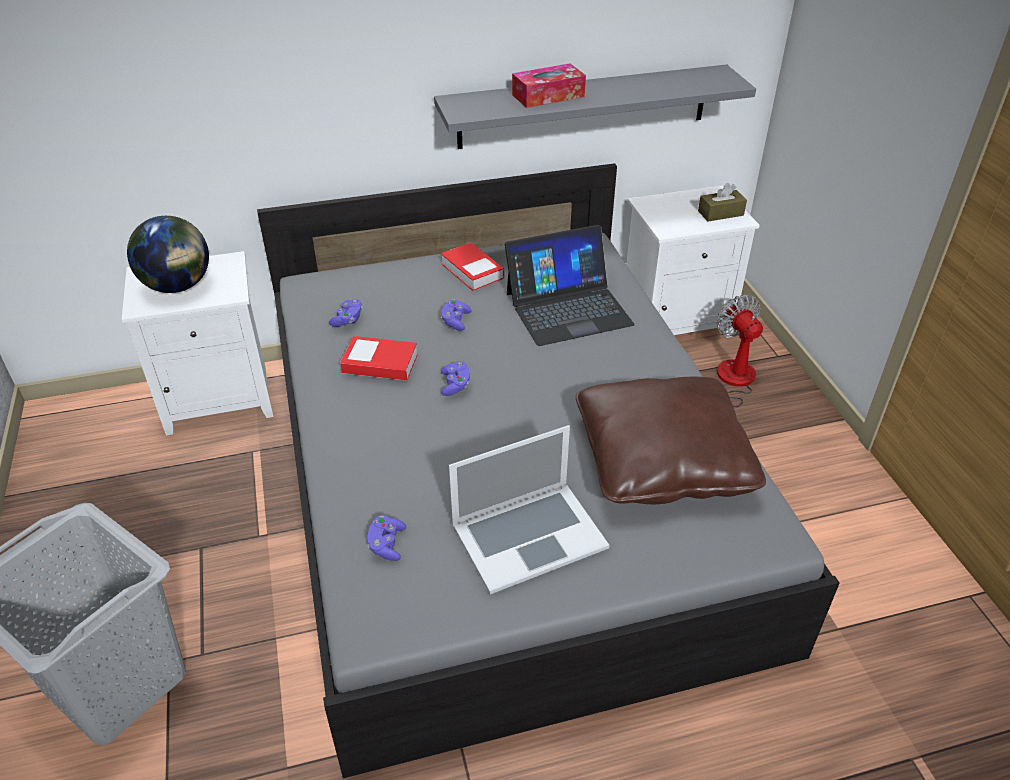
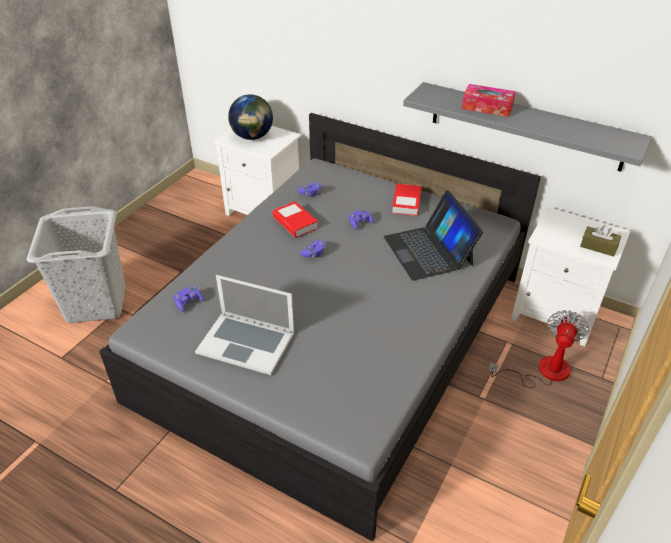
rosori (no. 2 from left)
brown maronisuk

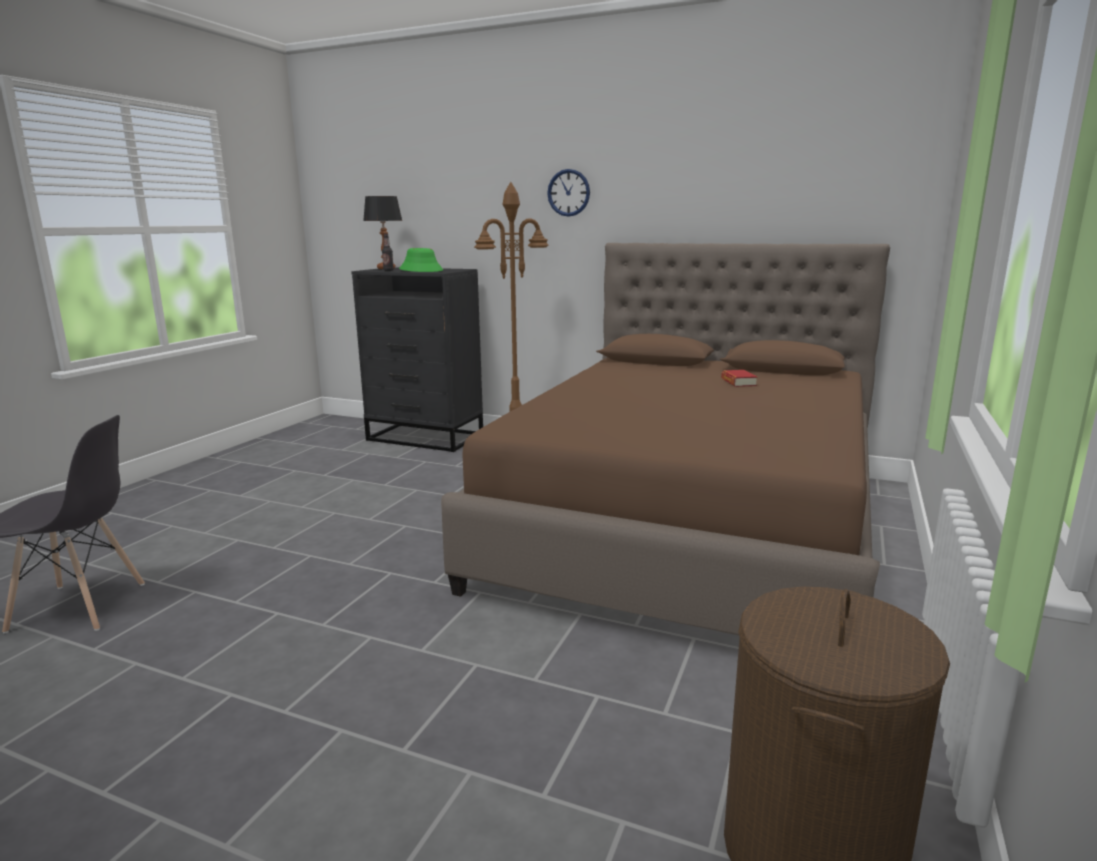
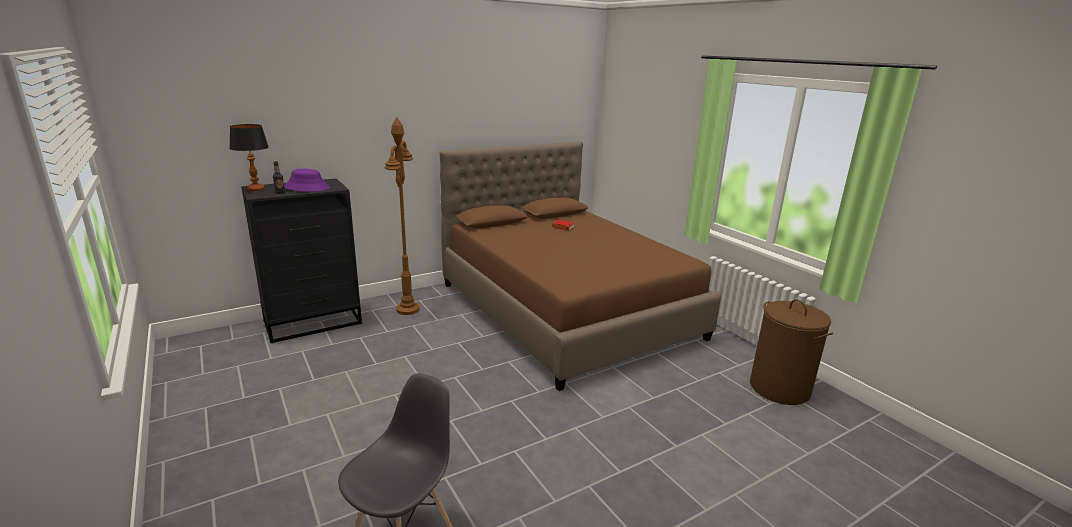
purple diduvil
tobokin

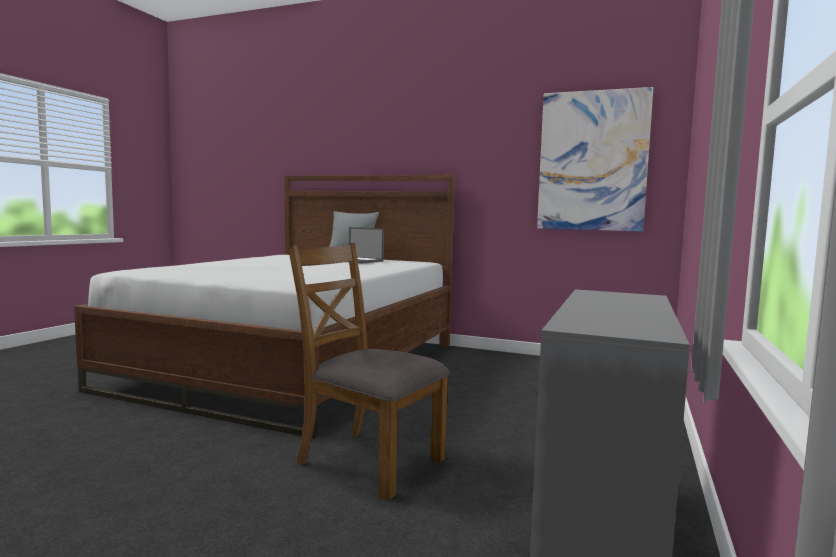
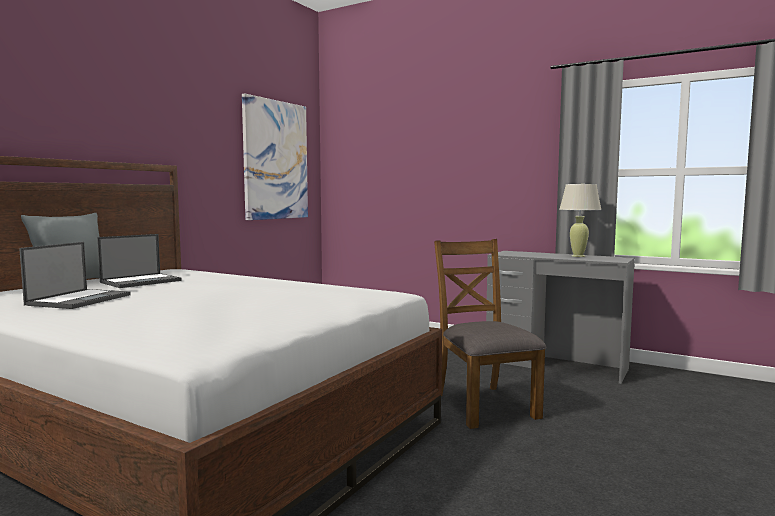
rosori (no. 1 from left)
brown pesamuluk
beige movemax

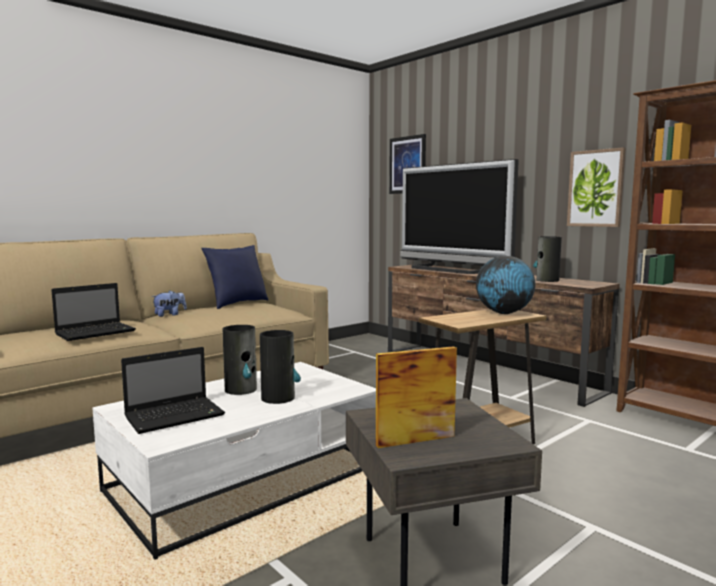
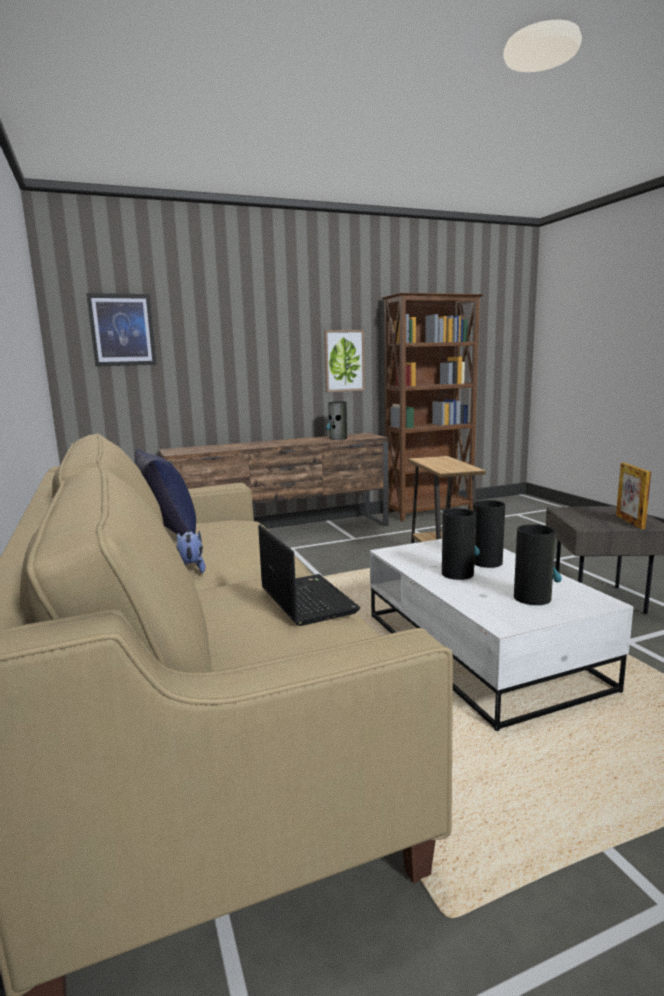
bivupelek (no. 4 from left)
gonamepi
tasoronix

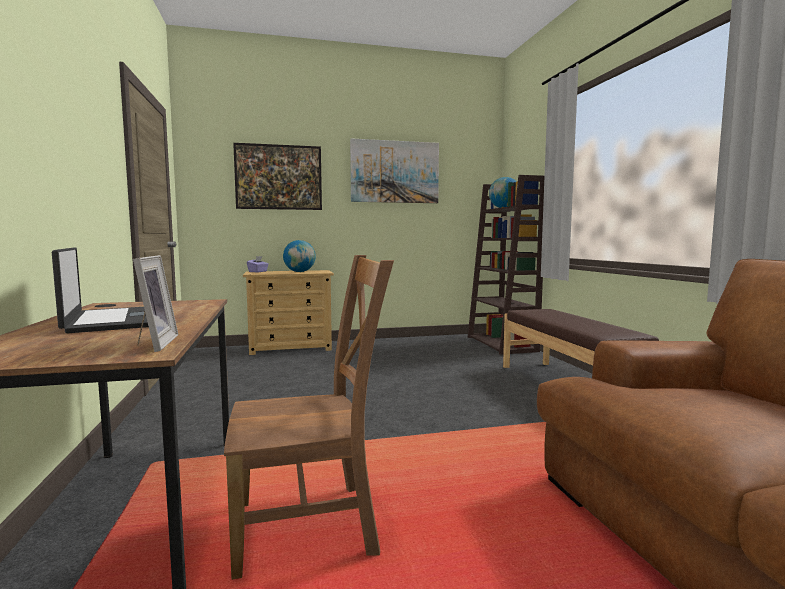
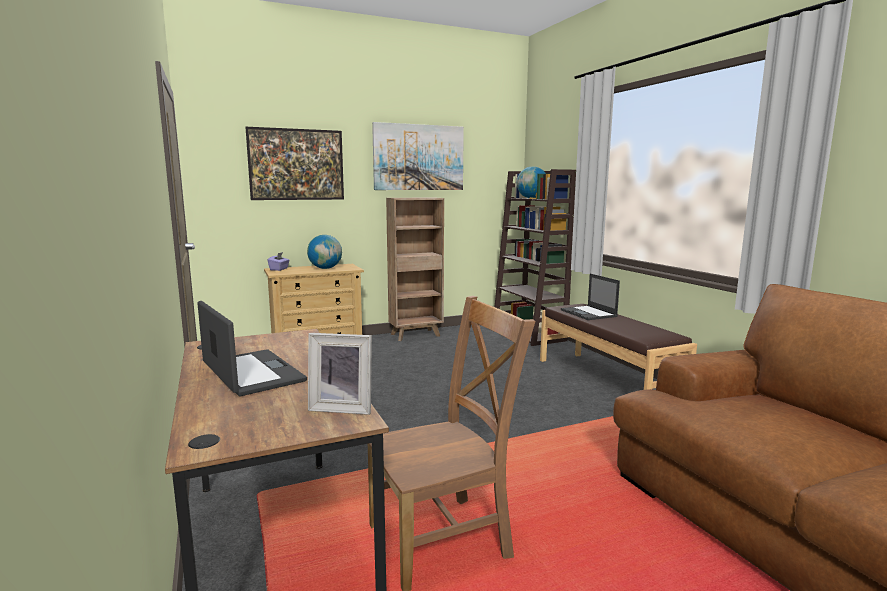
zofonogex
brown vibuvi (no. 1 from left)
rosori (no. 2 from left)

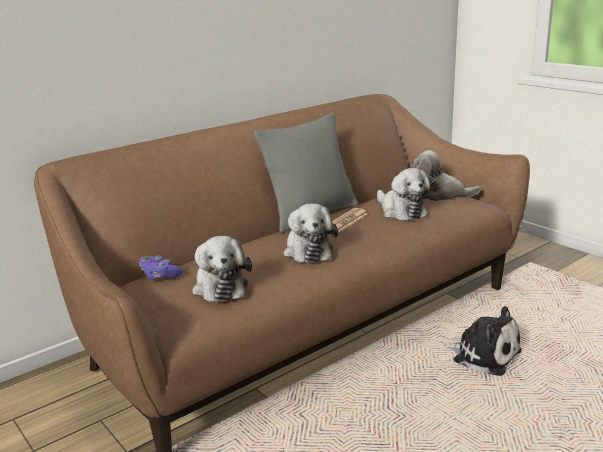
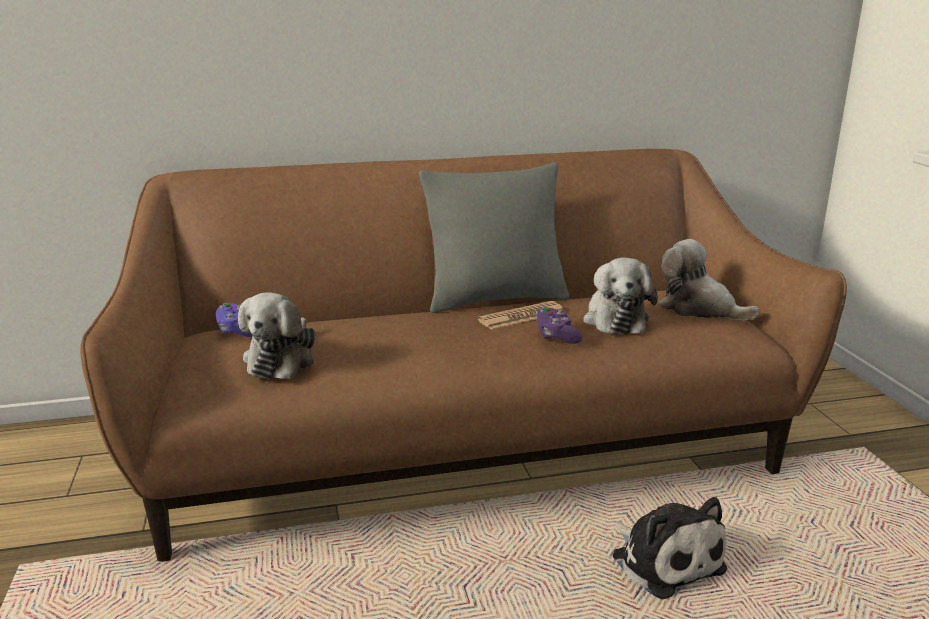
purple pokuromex (no. 2 from left)
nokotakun (no. 2 from left in the first image)

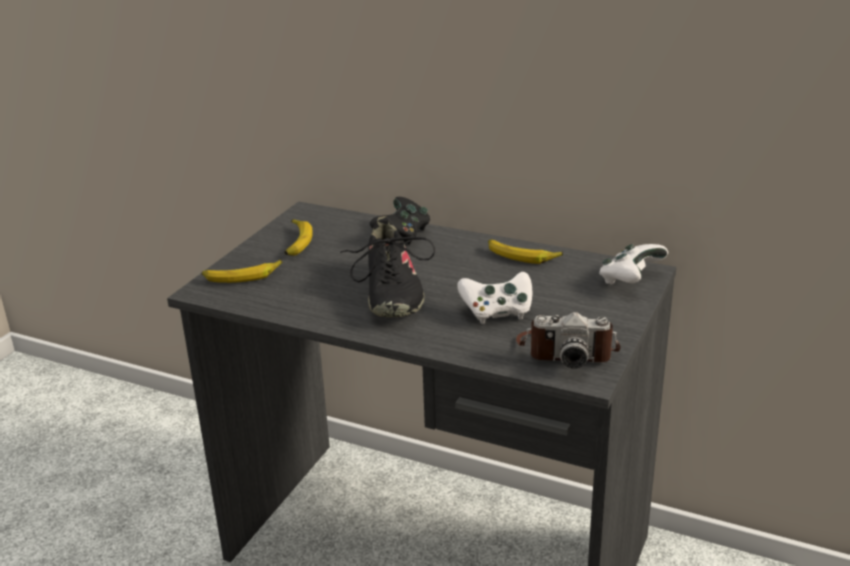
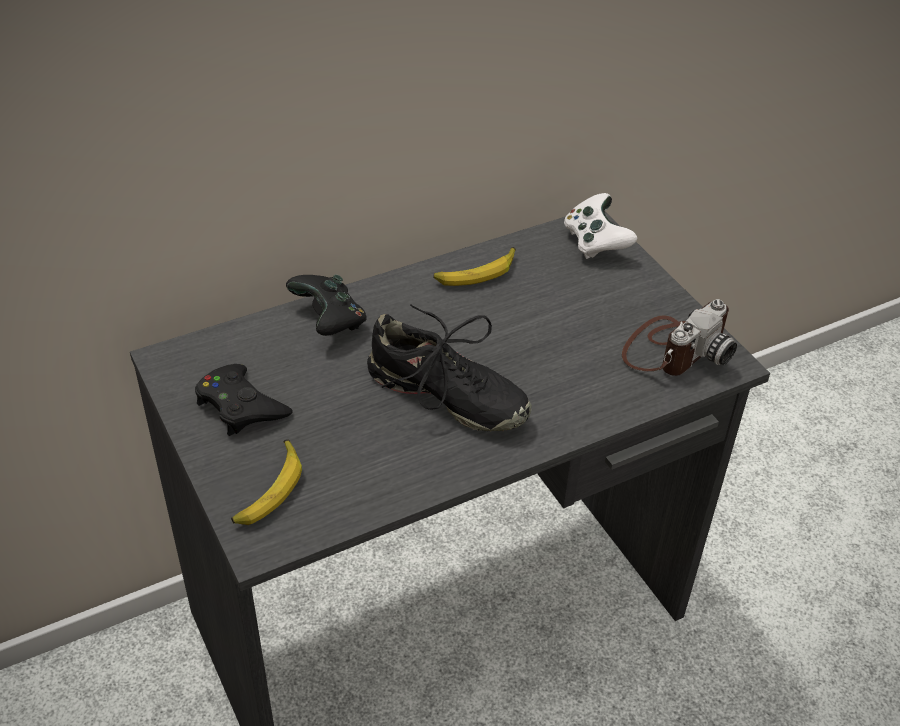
black pokuromex (no. 1 from left)
white pokuromex (no. 1 from left in the first image)

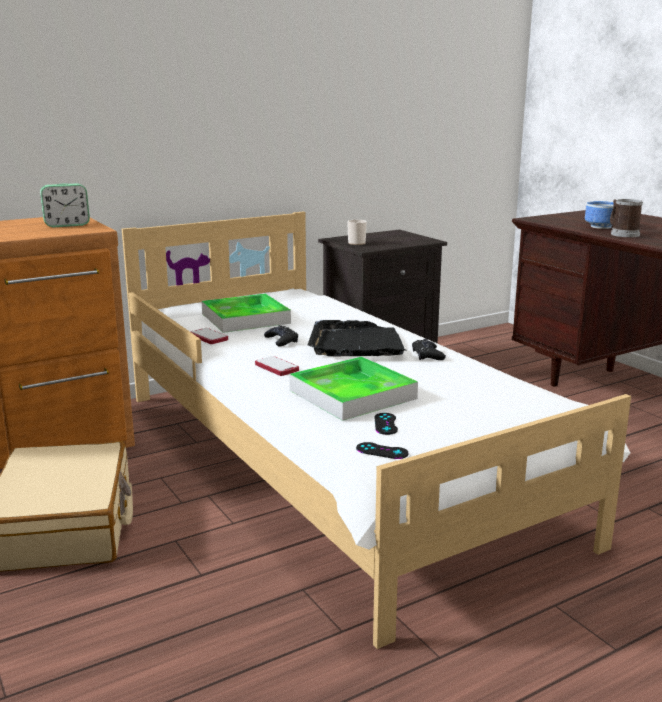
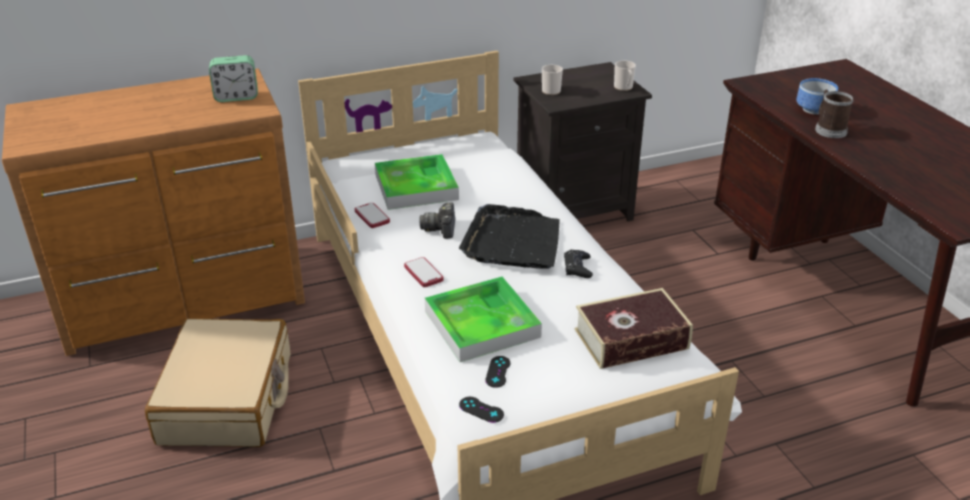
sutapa
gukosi
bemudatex (no. 2 from left)

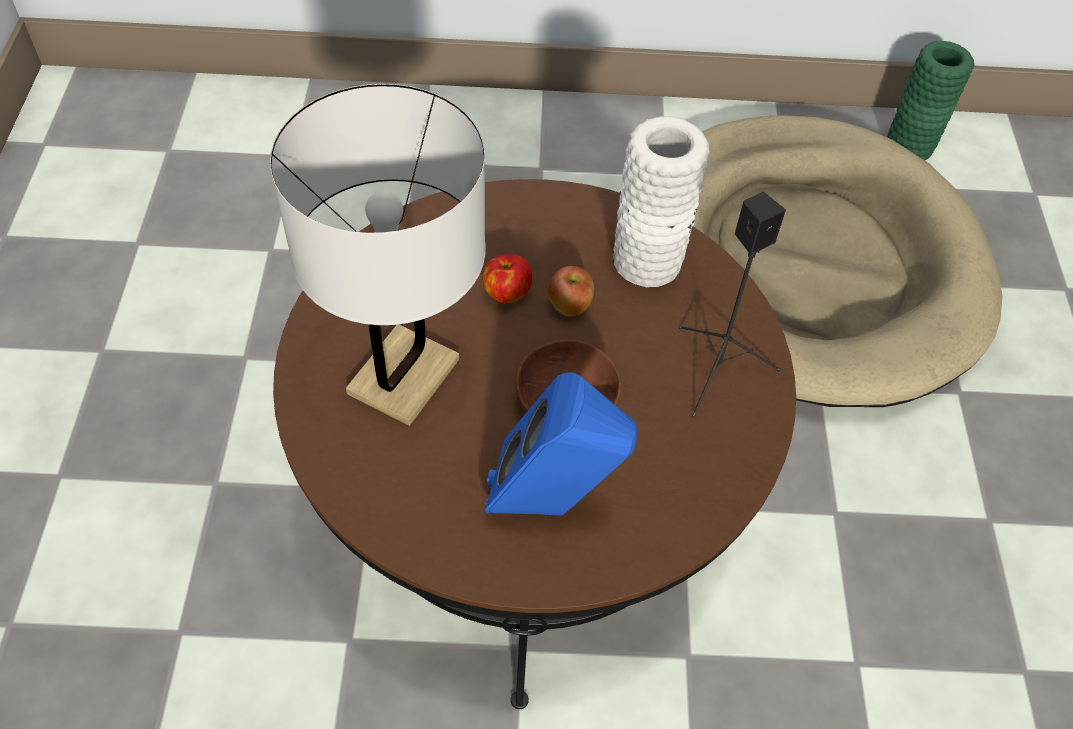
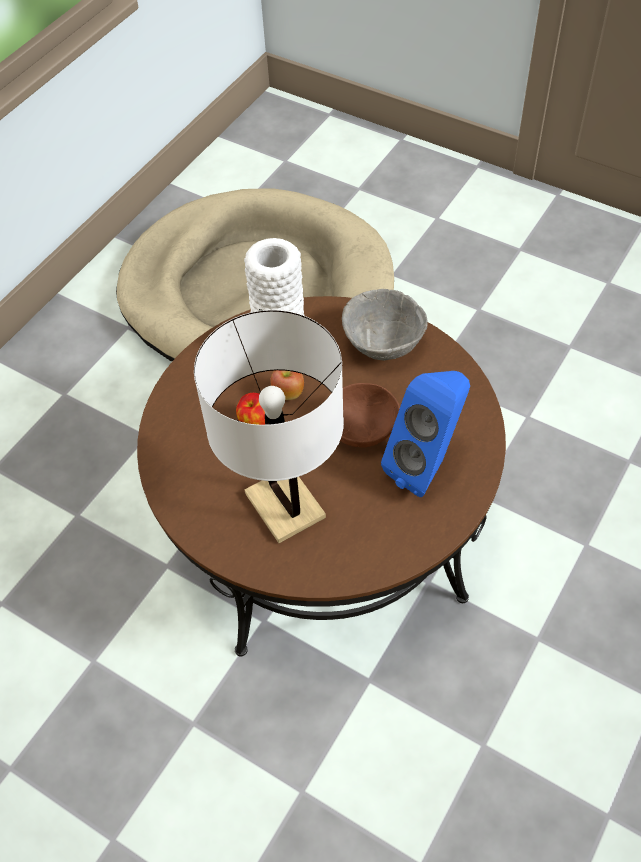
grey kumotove
green bivupelek

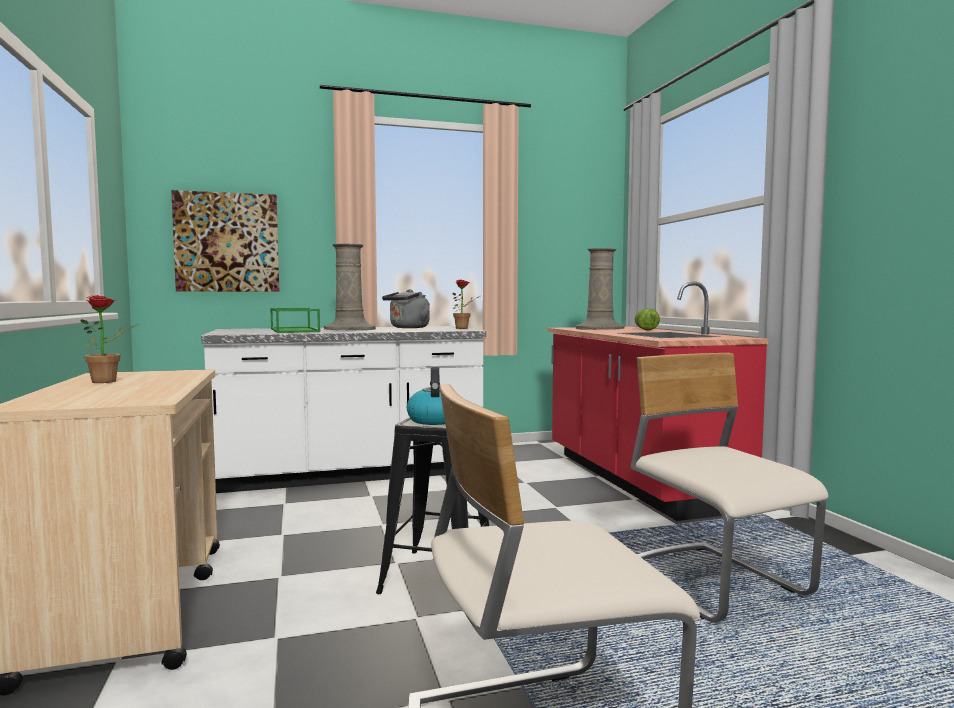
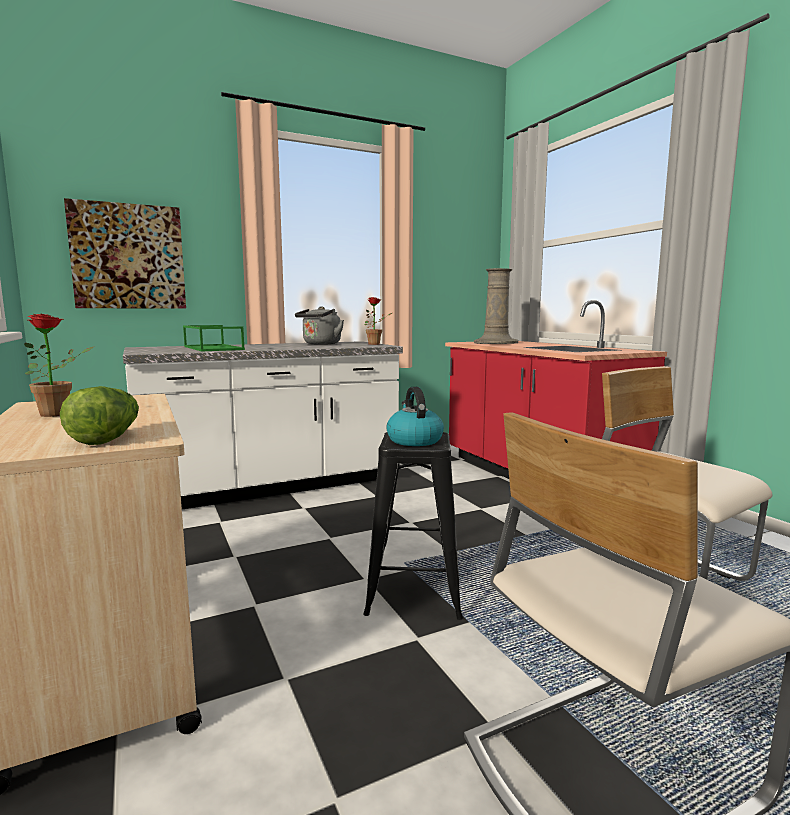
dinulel
beige bivupelek (no. 1 from left in the first image)

